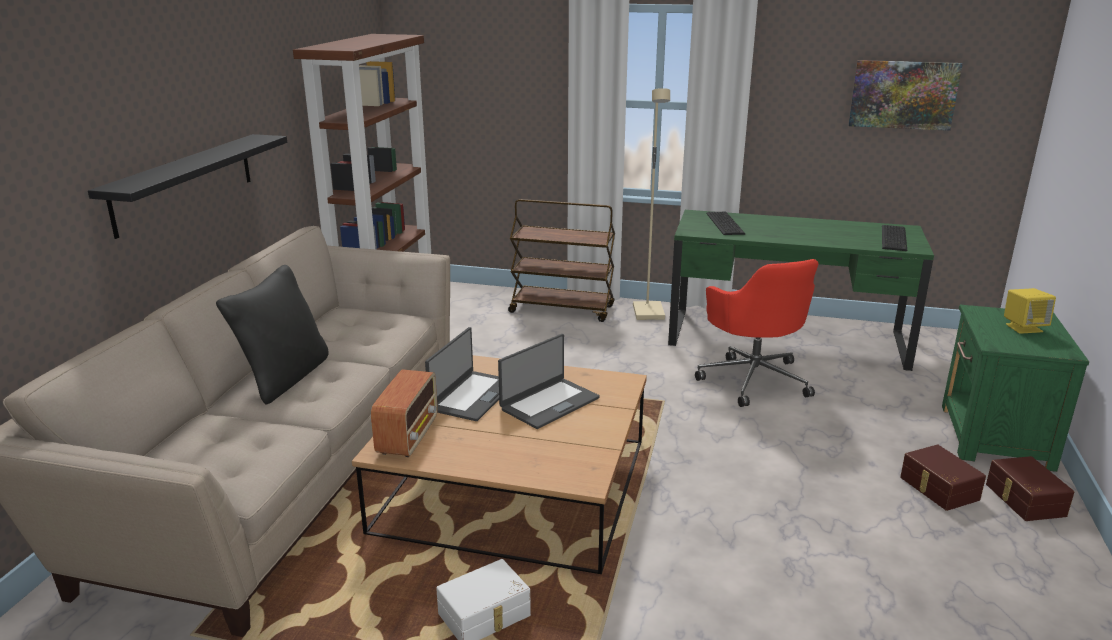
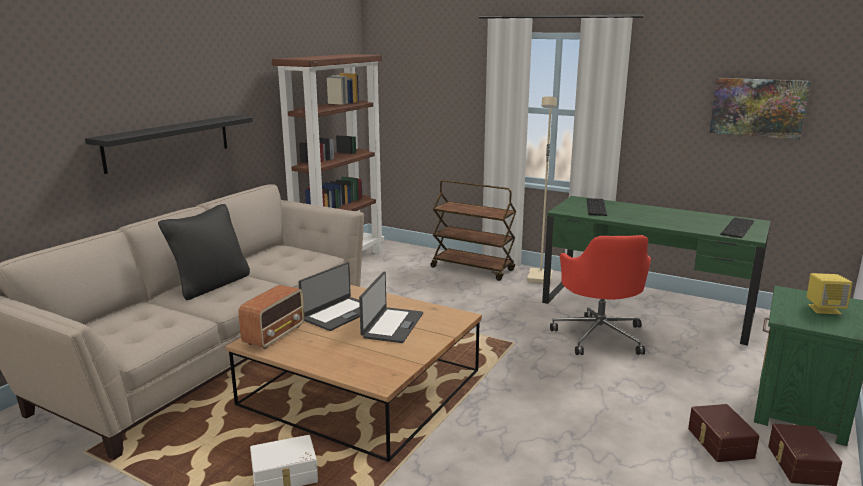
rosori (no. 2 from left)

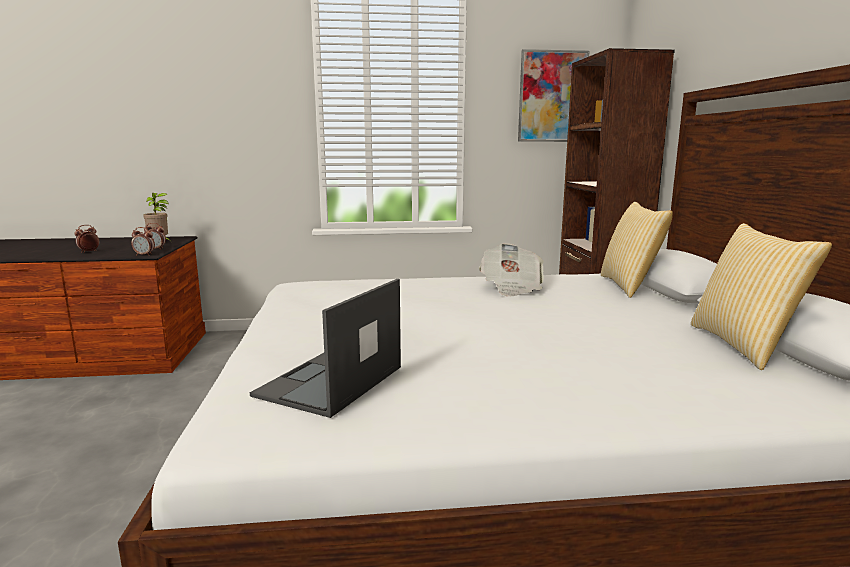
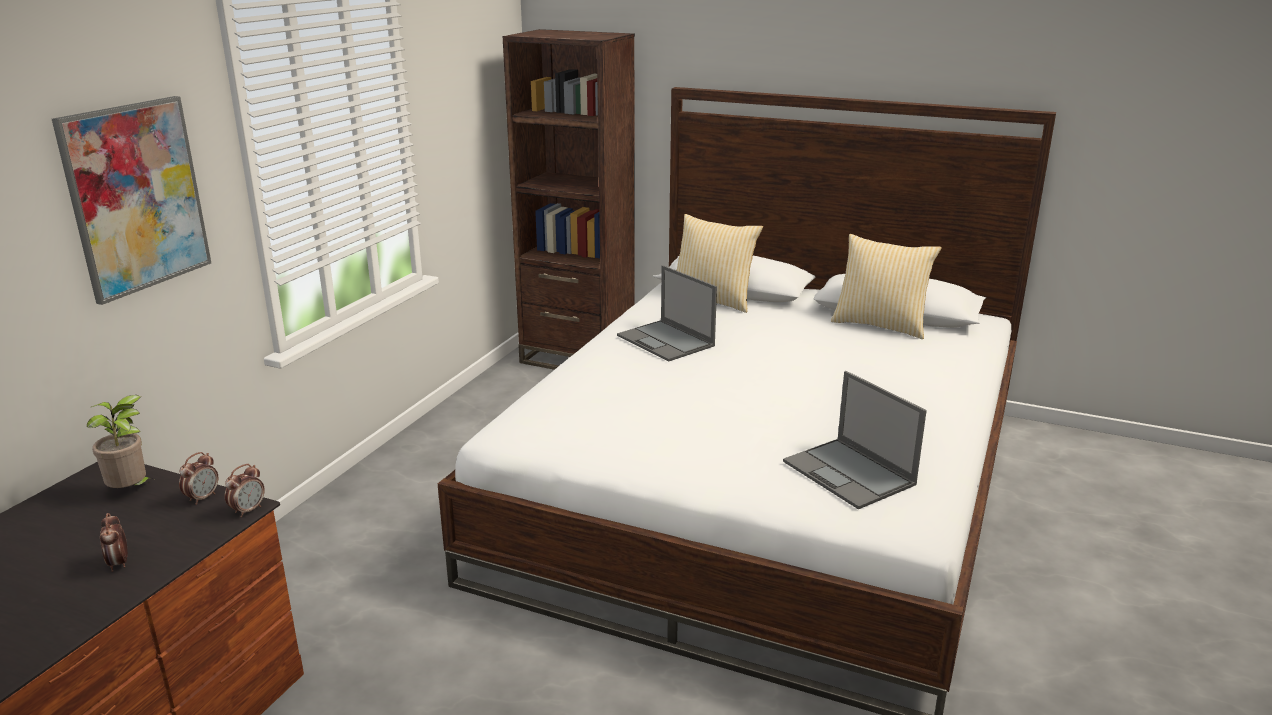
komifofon
rosori (no. 1 from left)

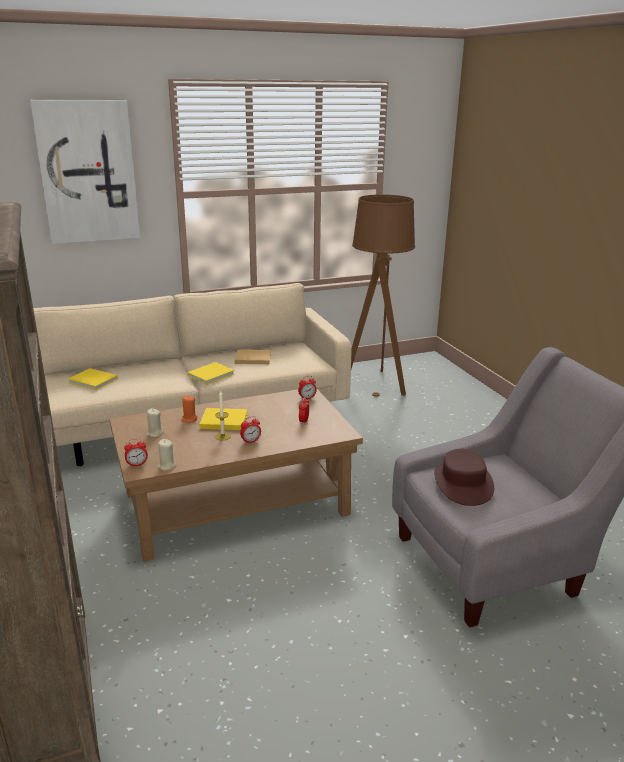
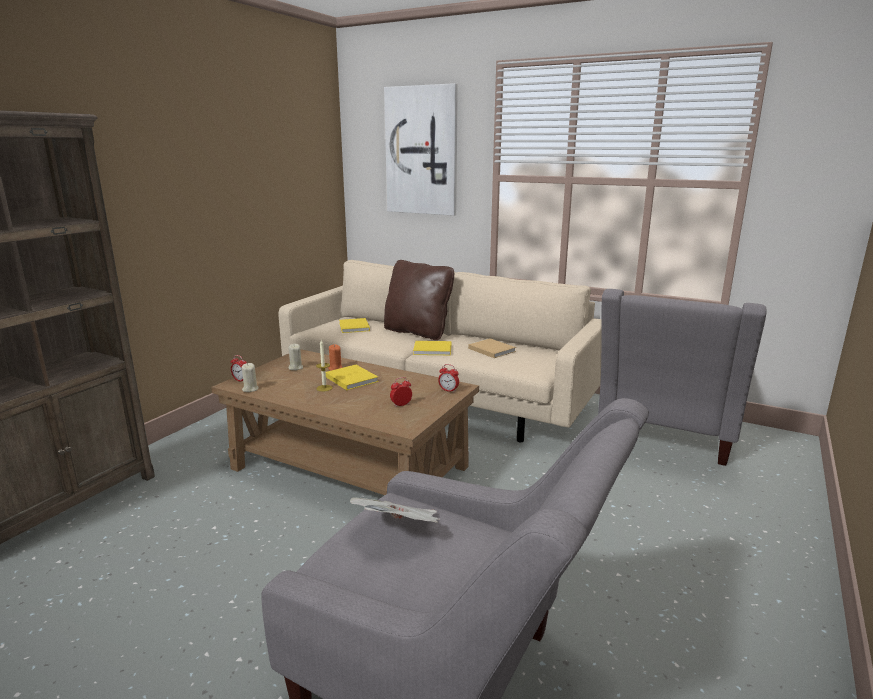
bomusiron
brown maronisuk
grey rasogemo (no. 2 from left)
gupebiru (no. 2 from left in the first image)

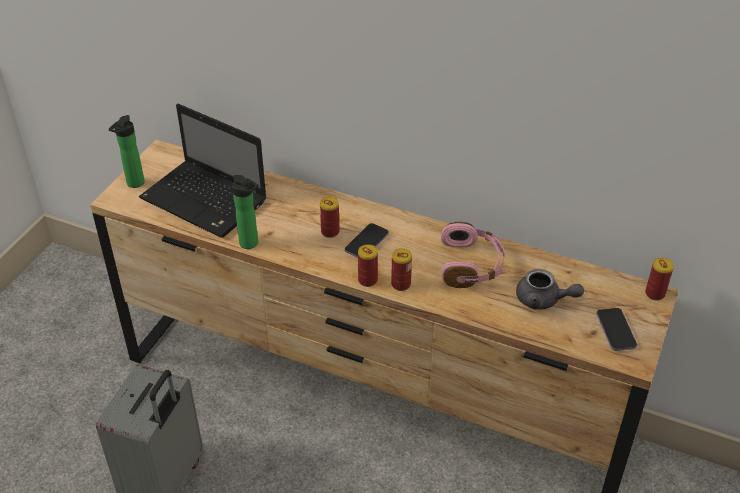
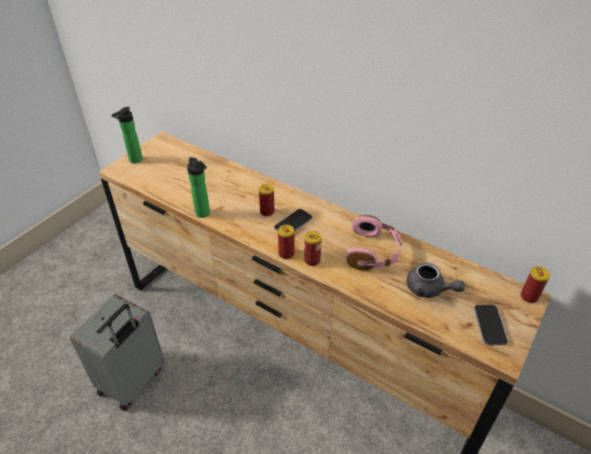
rosori

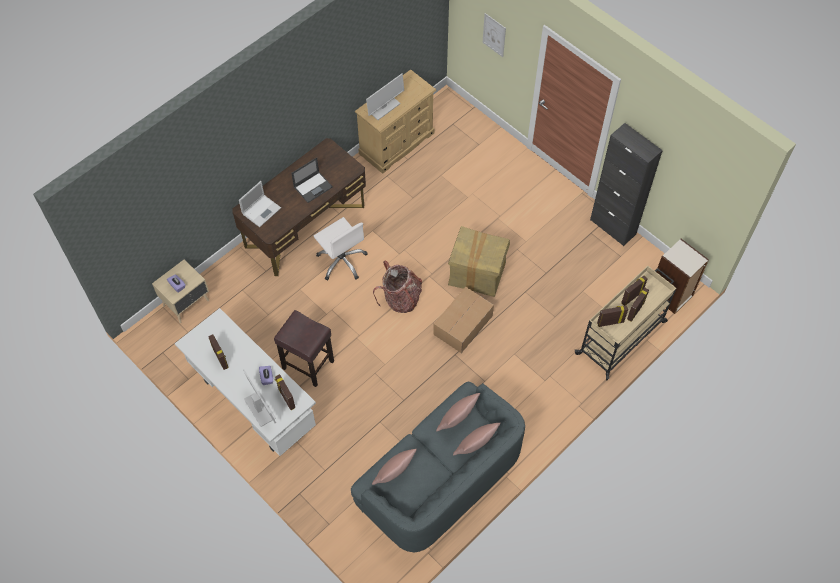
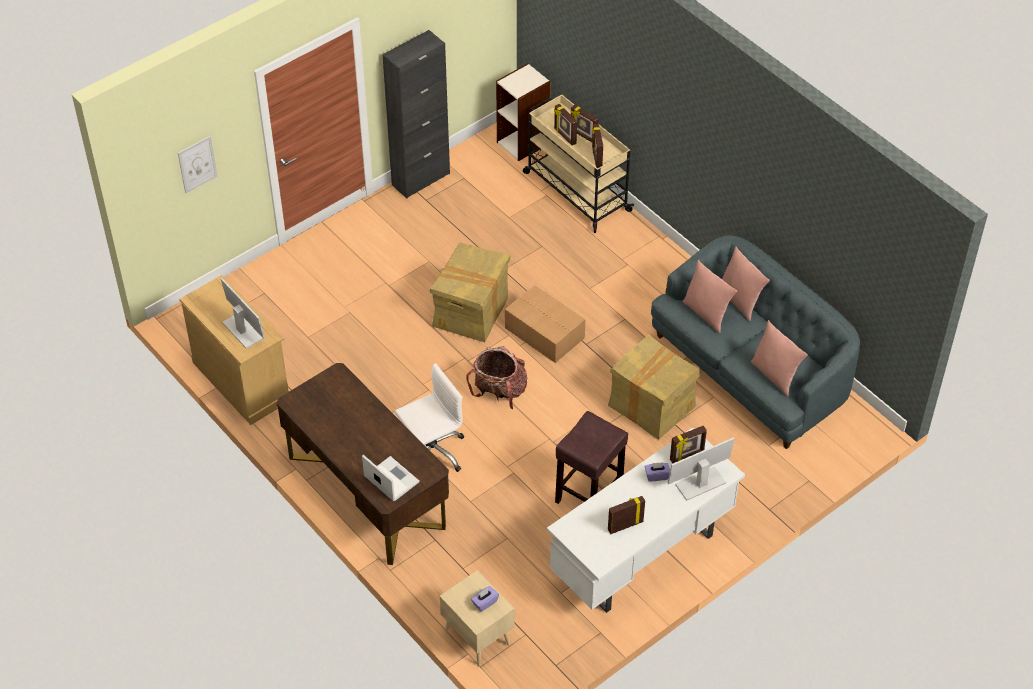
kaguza (no. 3 from left)
rosori (no. 2 from left in the first image)

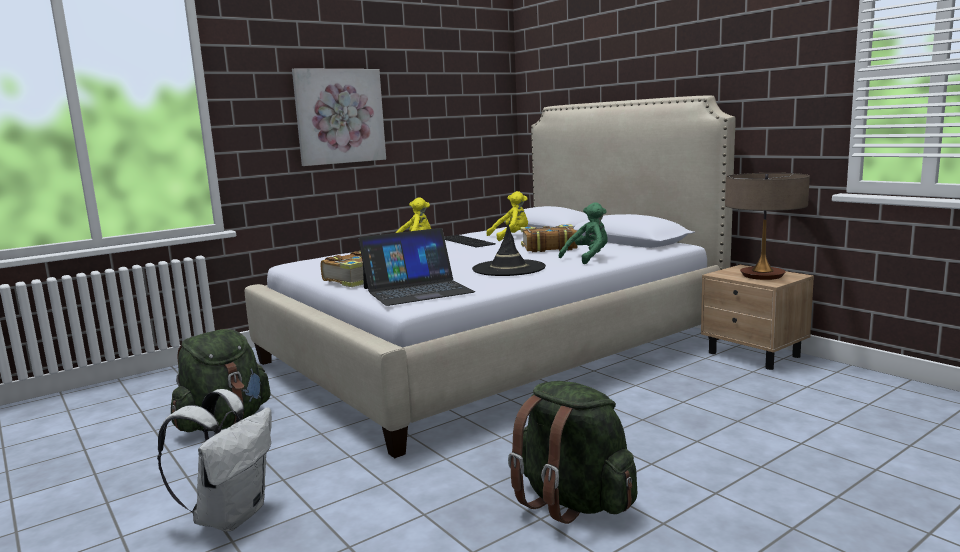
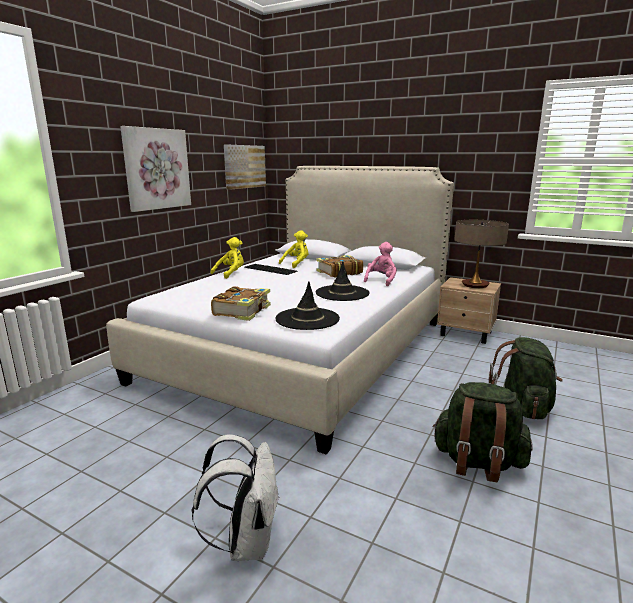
komifofon (no. 2 from left)
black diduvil (no. 1 from left)
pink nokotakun
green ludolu (no. 2 from left)

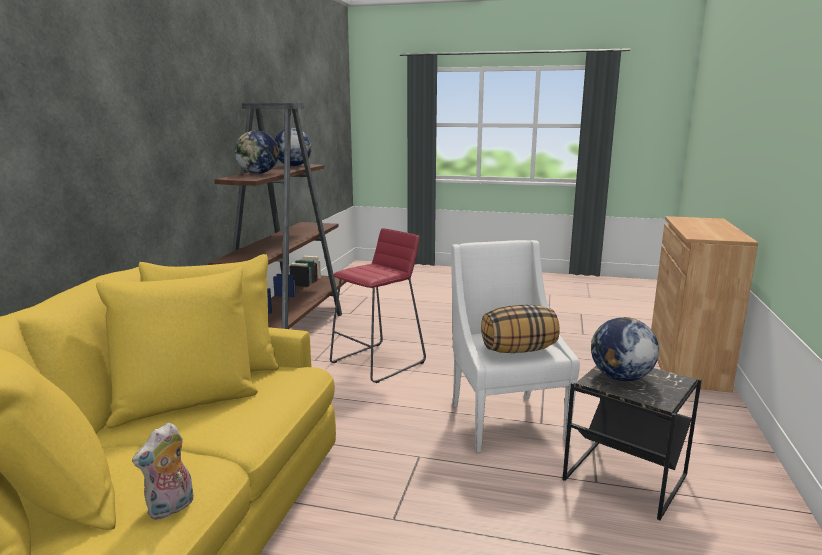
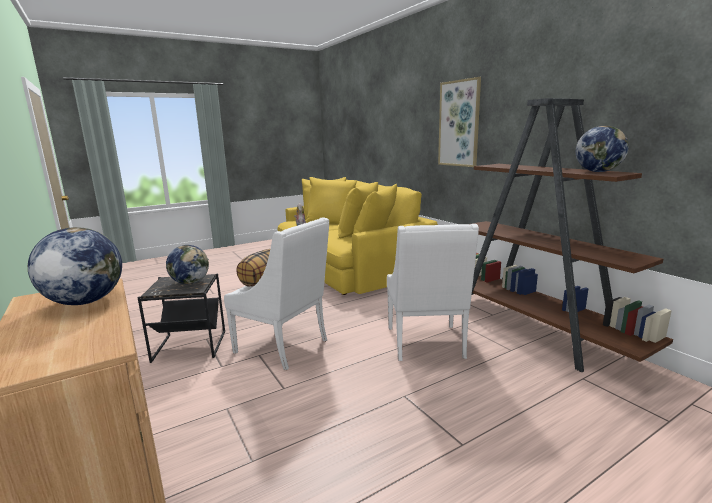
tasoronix (no. 1 from left)
white rasogemo (no. 2 from left)
komifofon

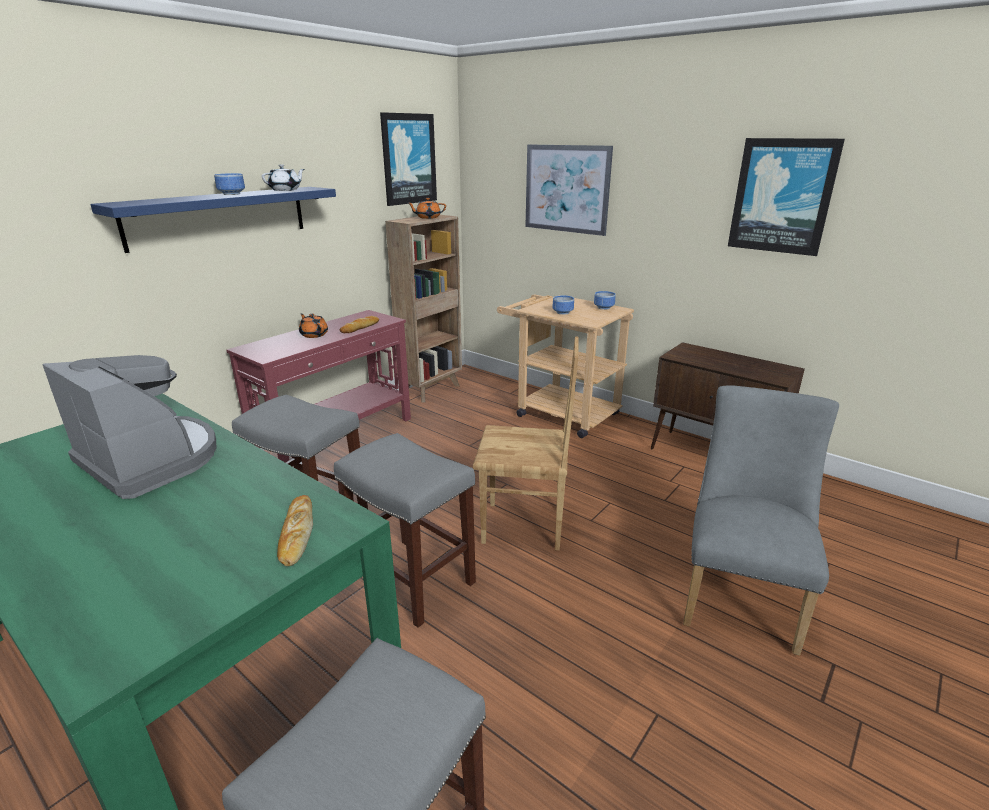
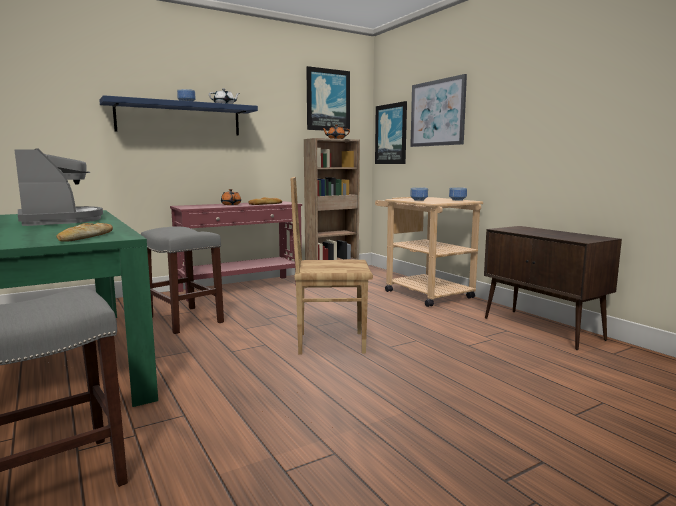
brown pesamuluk
komifofon (no. 2 from left)
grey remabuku (no. 3 from left in the first image)
grey pesamuluk

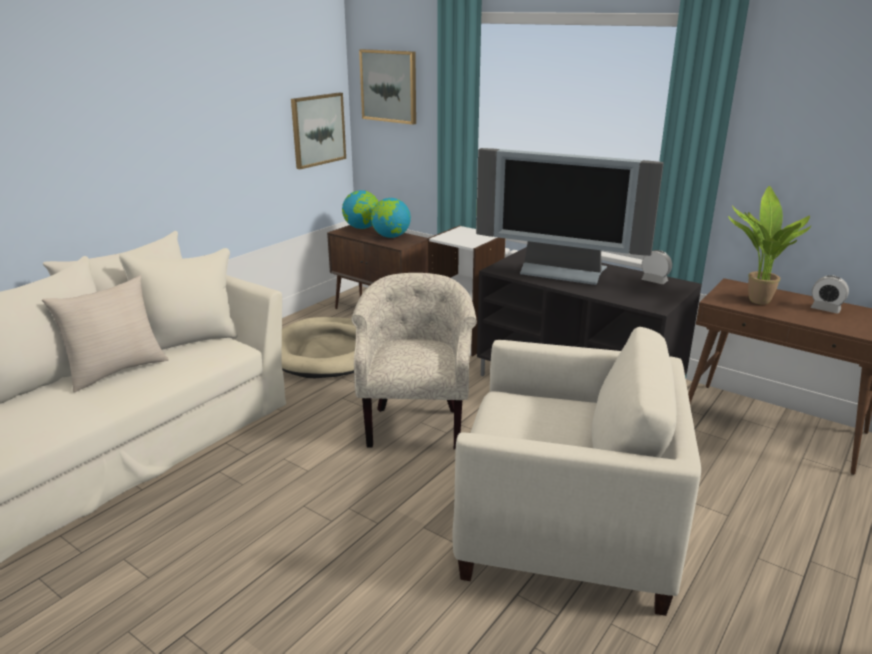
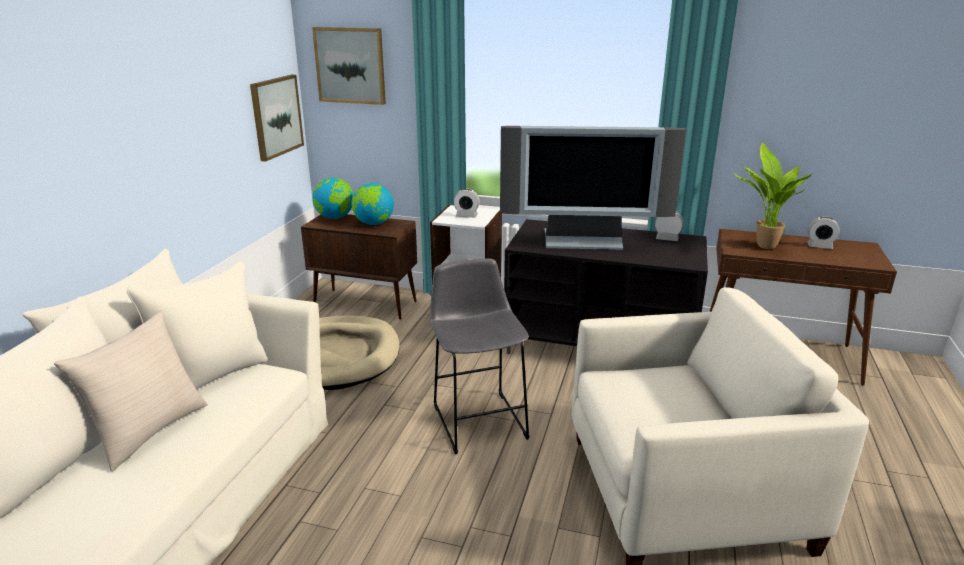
grey remabuku
gupebiru (no. 1 from left)

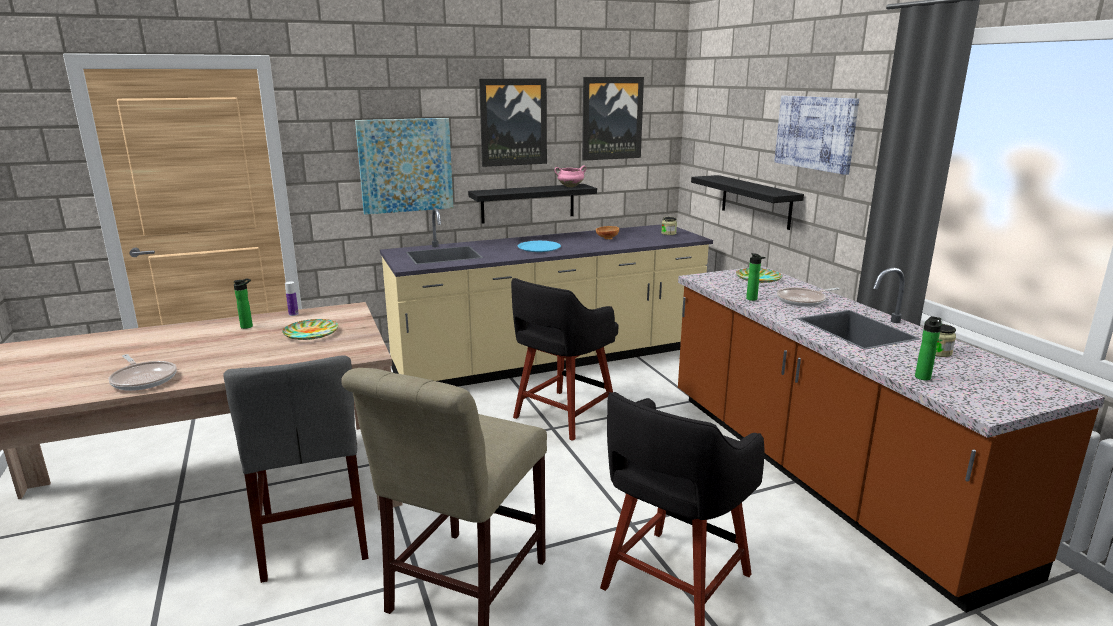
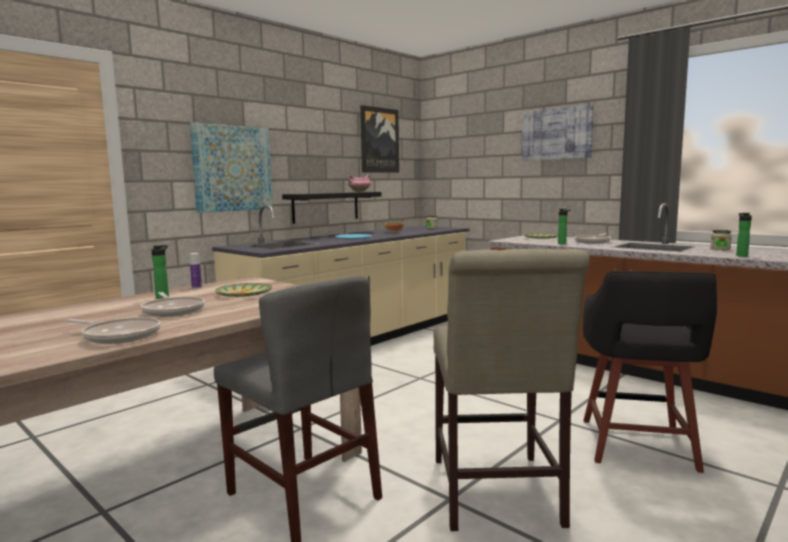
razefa (no. 2 from left)
komifofon (no. 2 from left in the first image)
black remabuku (no. 1 from left in the first image)
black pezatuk (no. 2 from left in the first image)

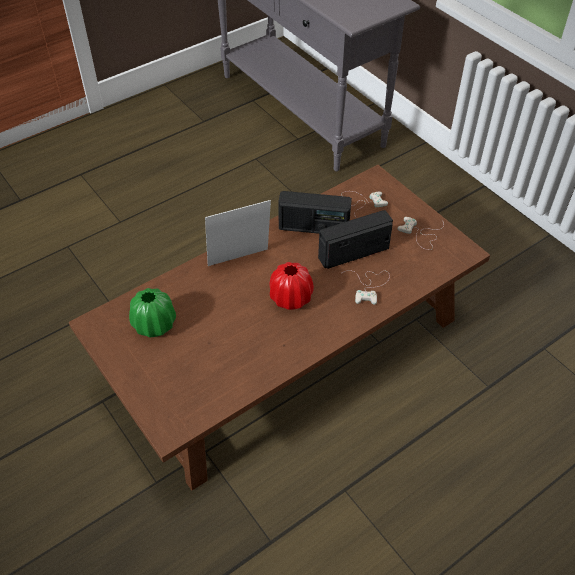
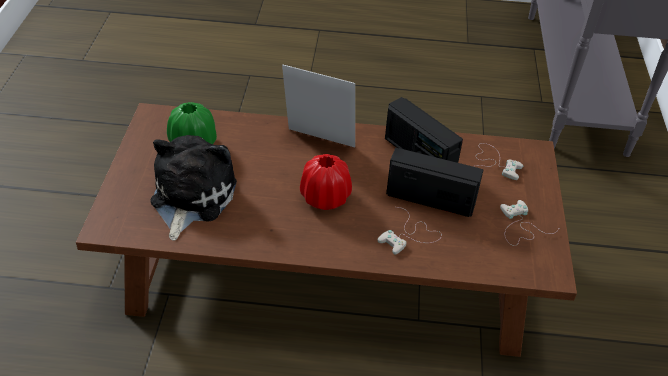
nokotakun

